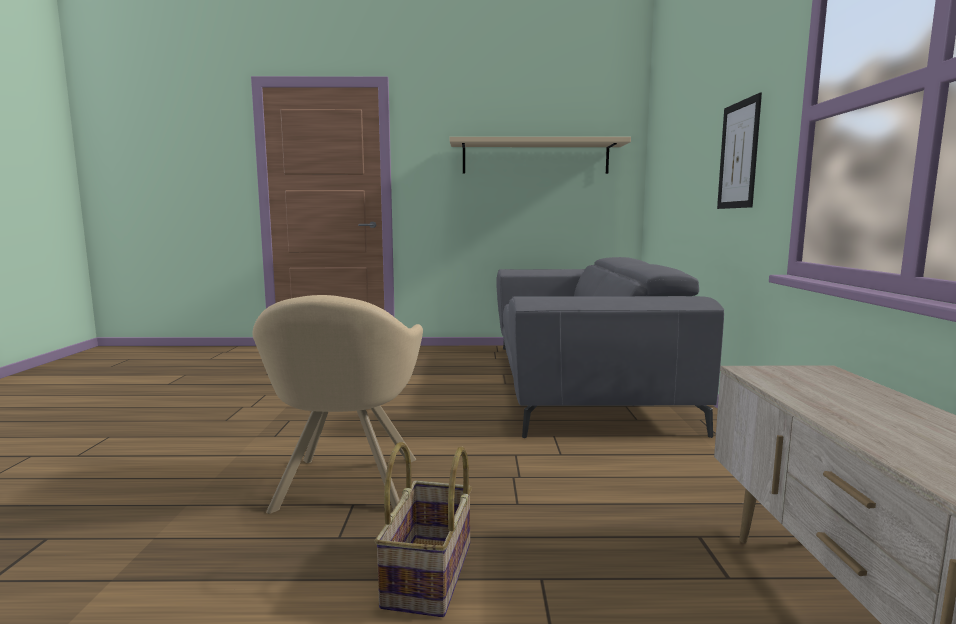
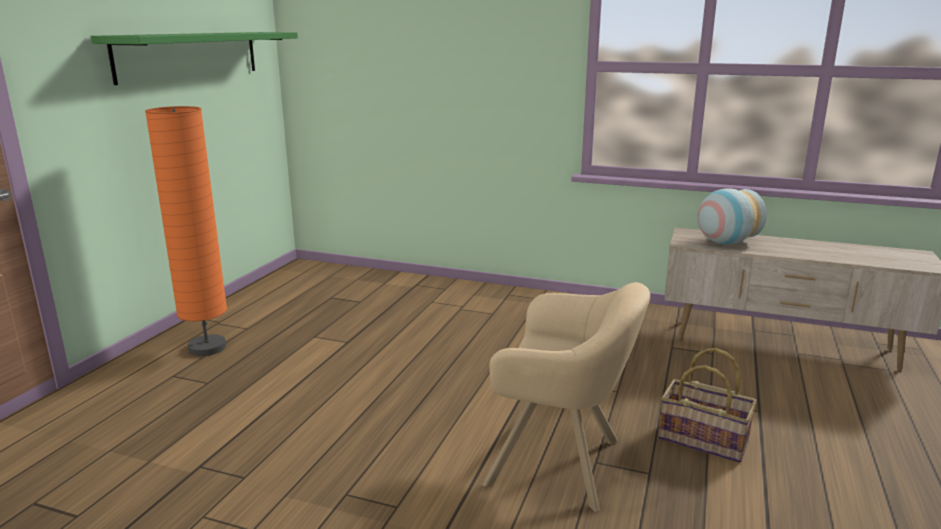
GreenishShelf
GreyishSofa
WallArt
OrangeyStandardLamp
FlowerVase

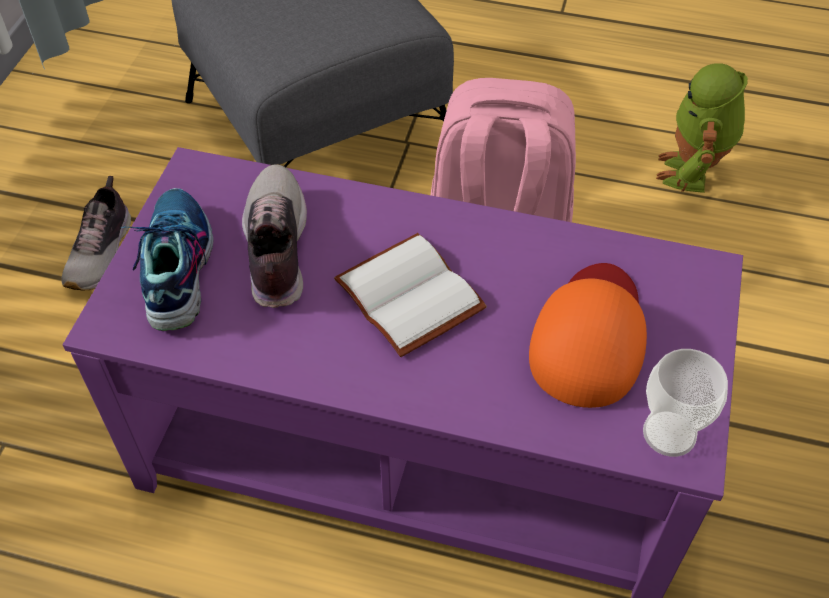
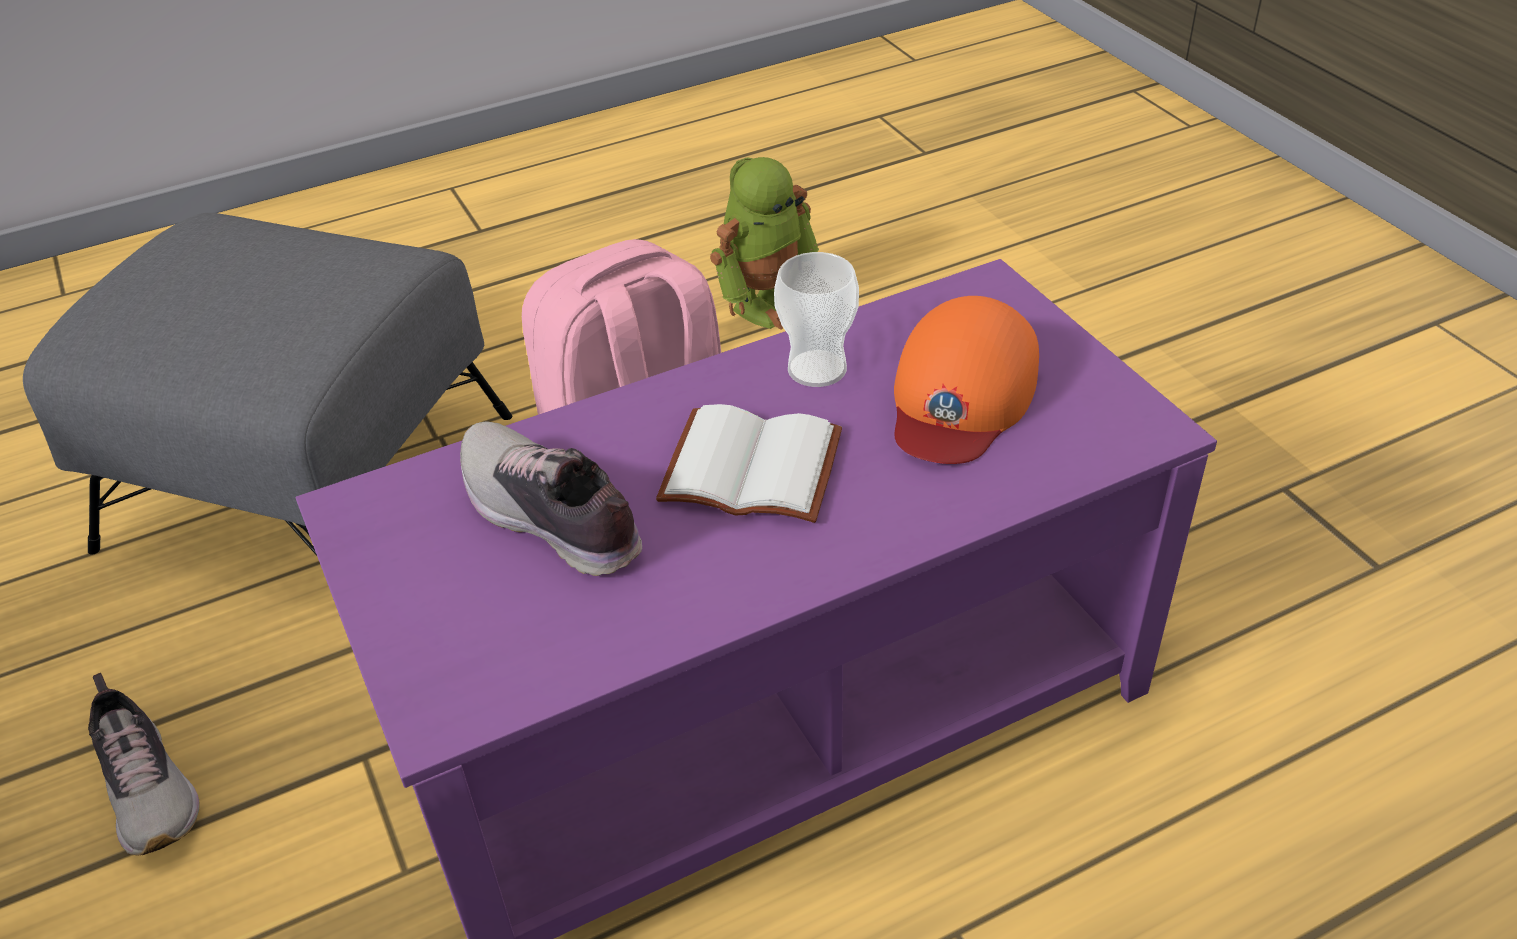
ItemOfFootwear (2nd from left in the first image)
OrangeyCap
SmallCup
ToyRobot

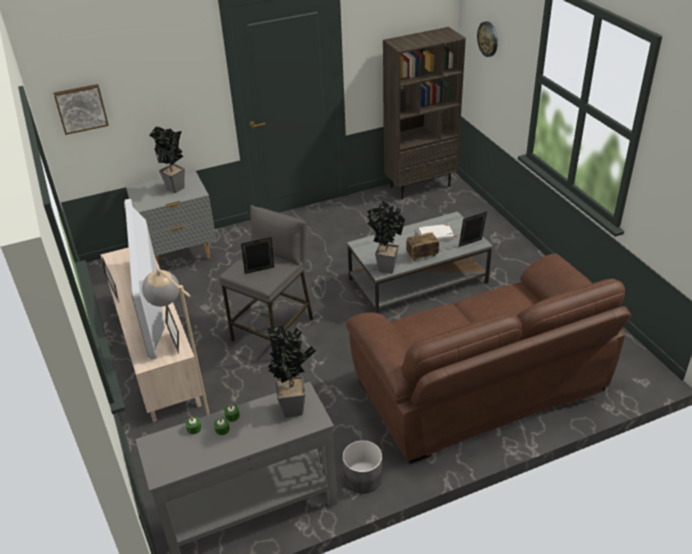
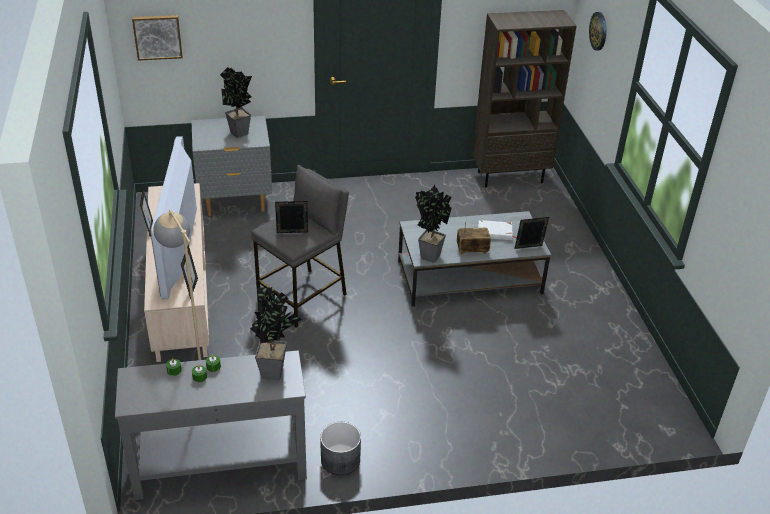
BrownColouredSofa

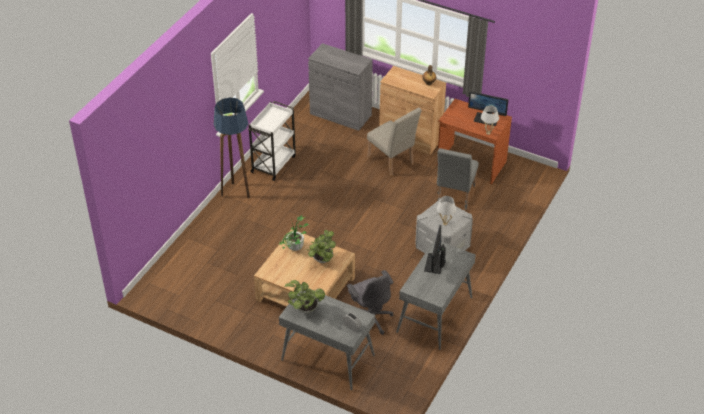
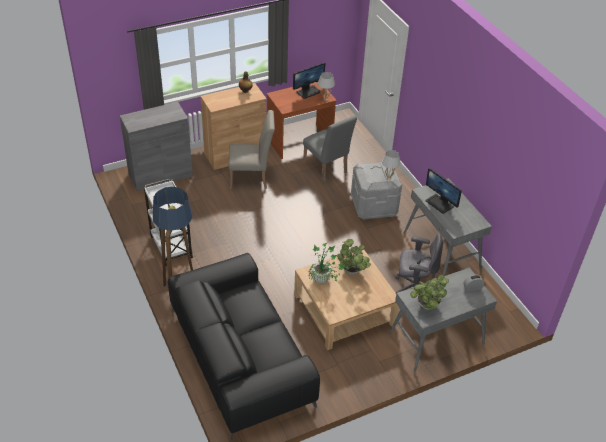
BlackColouredSofa

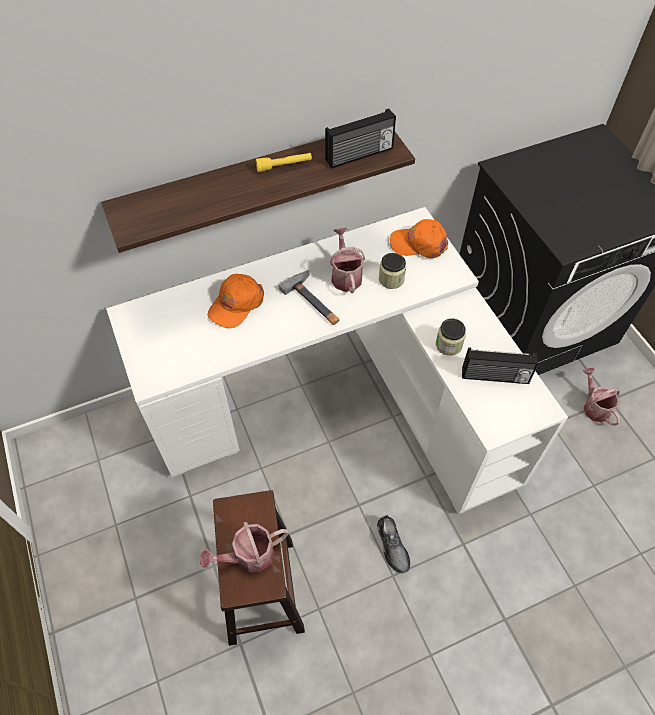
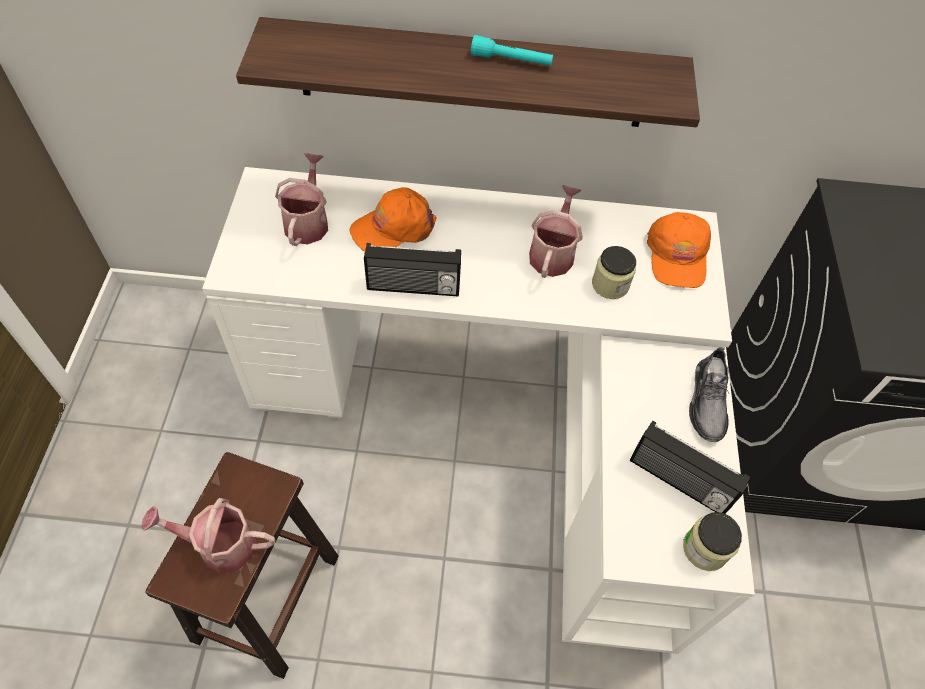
TurquoiseColouredHandTorch
Hammer
Radio (1st from left)
GreyishItemOfFootwear
OrangeyCap (2nd from left)
StorageJar (2nd from left)
WateringPot (2nd from left)

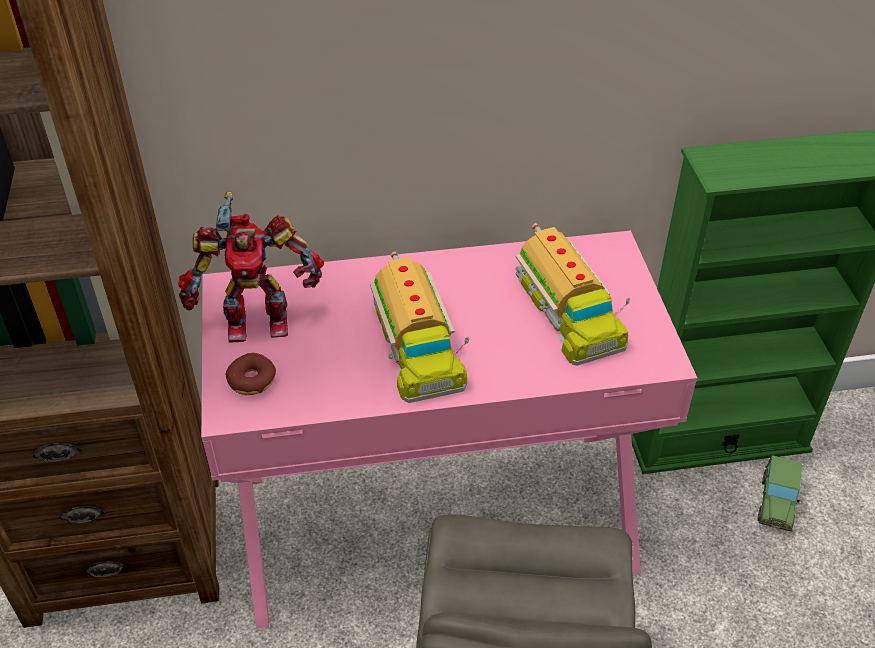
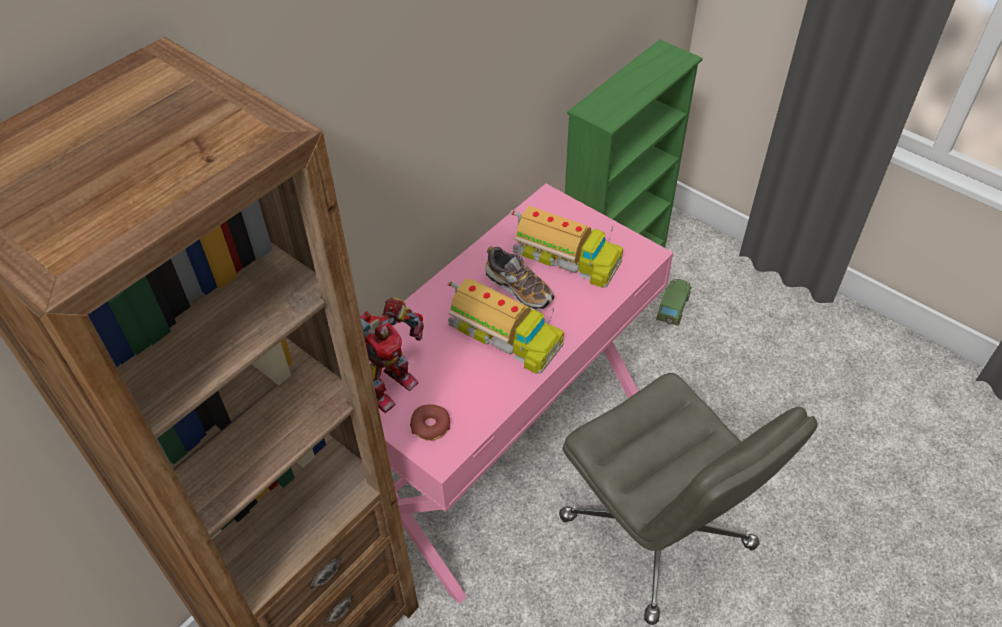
MiniatureCar
ItemOfFootwear

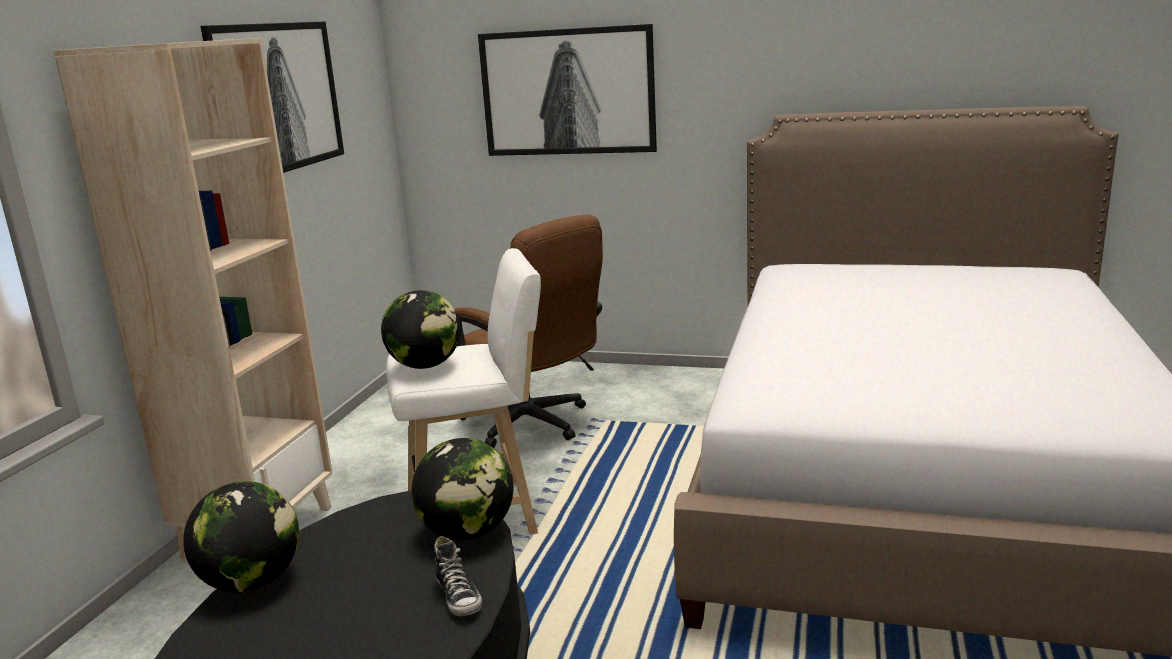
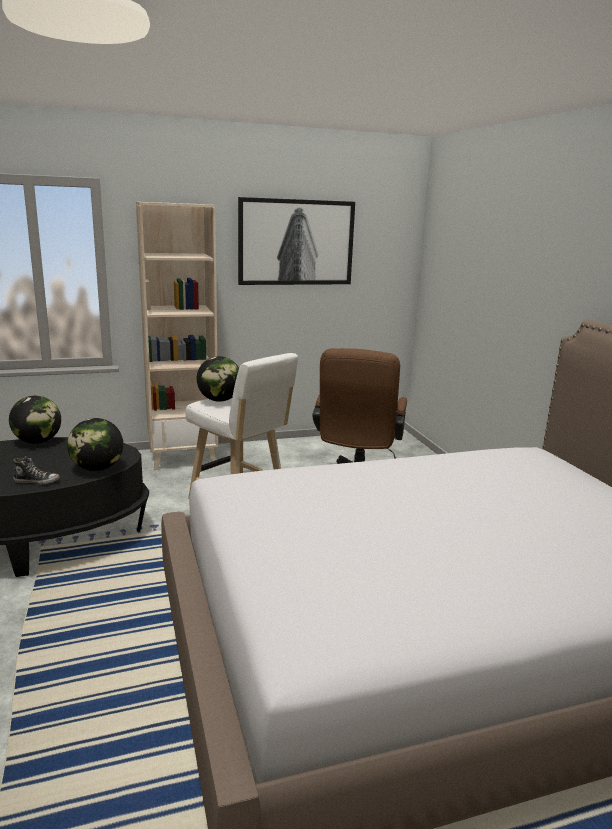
ItemOfFootwear
WallArt (2nd from left in the first image)

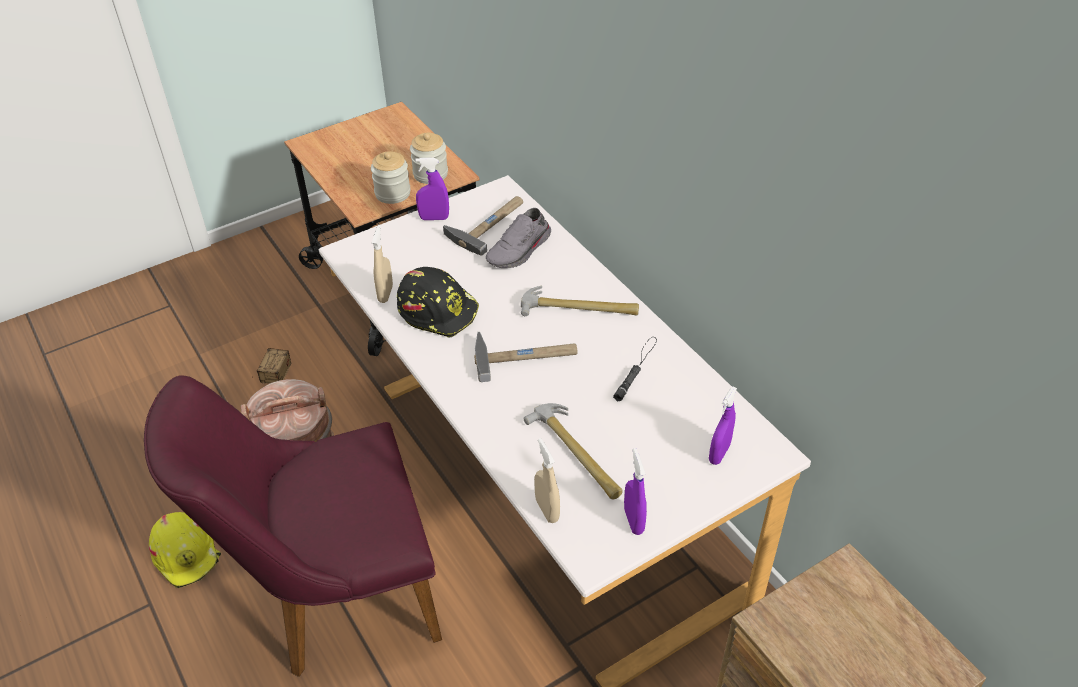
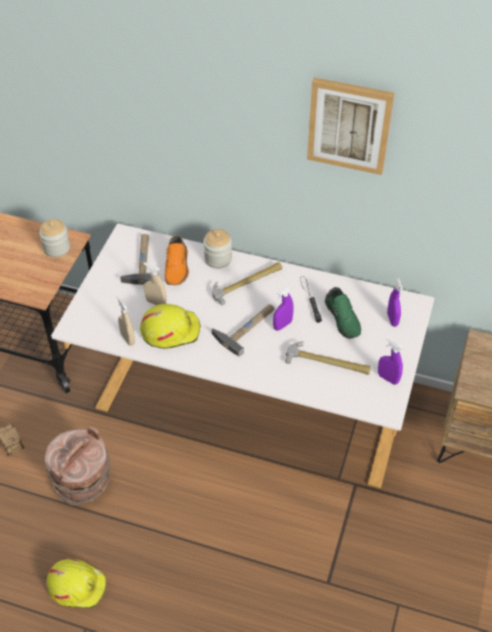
PurpleUprightChair
StorageJar (2nd from left)
YellowColouredSafetyHelmet (2nd from left)
PurpleSprayBottle (1st from left)
OrangeyItemOfFootwear
BeigeSprayBottle (2nd from left)
WallArt
GreenishItemOfFootwear

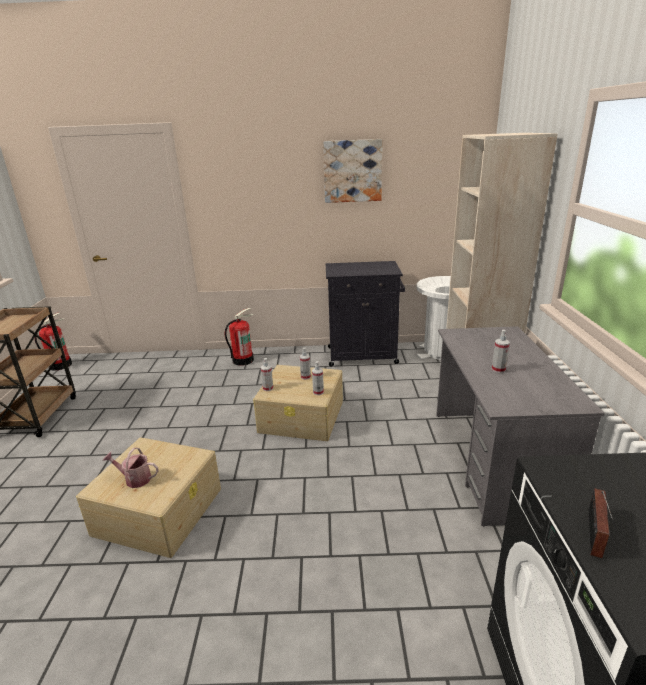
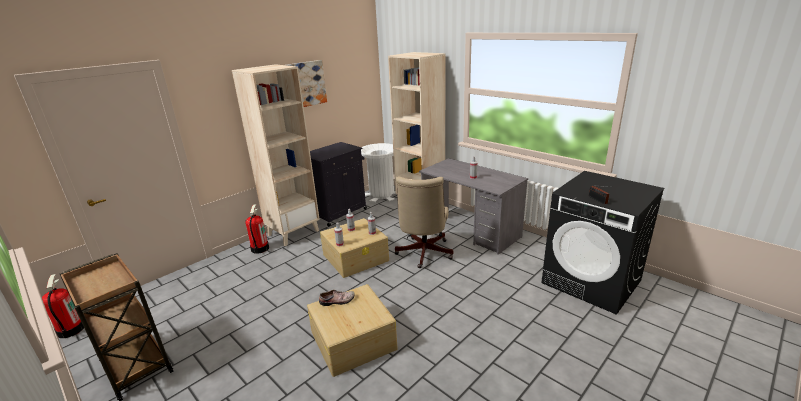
WateringPot
BeigeBookcase (1st from left)
ItemOfFootwear
BeigeDeskChair

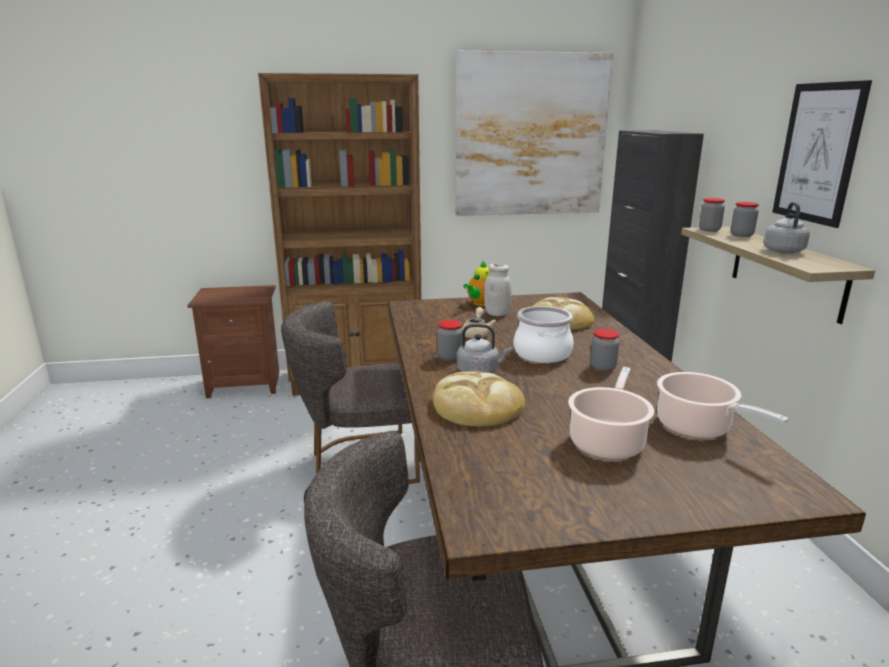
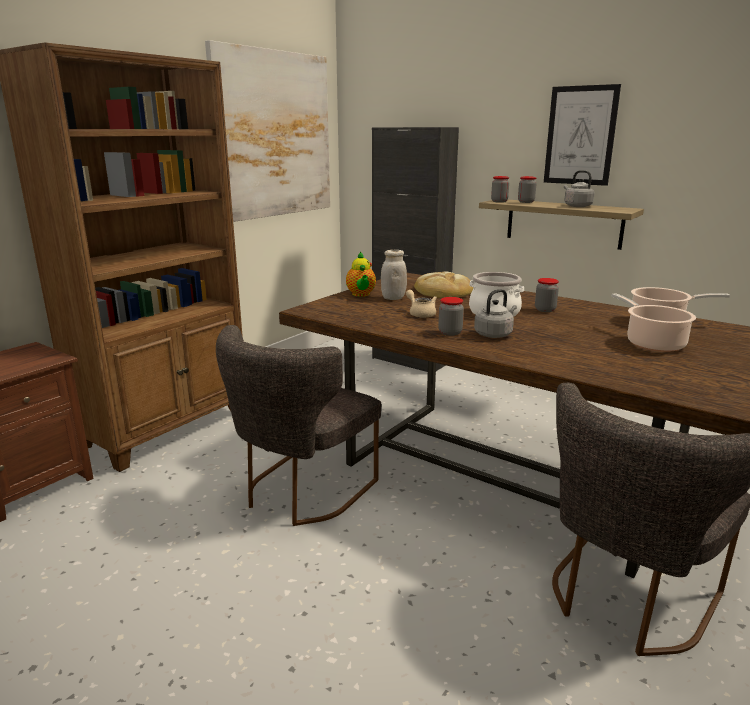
Bread (1st from left in the first image)

